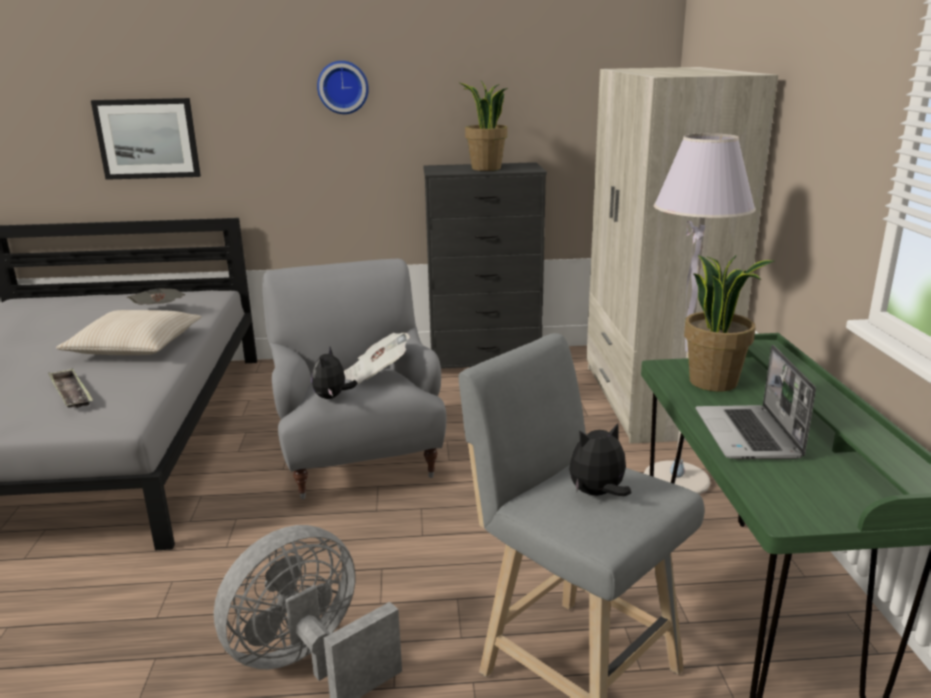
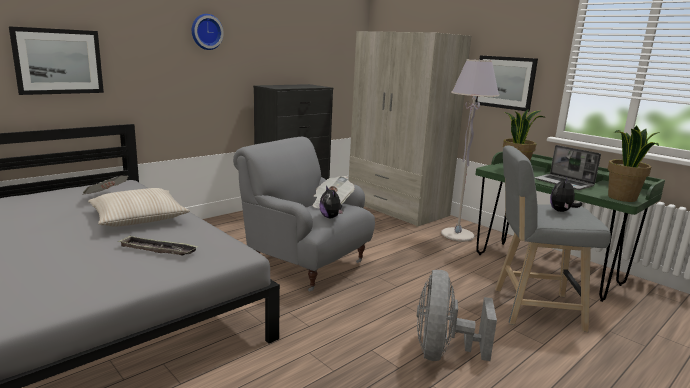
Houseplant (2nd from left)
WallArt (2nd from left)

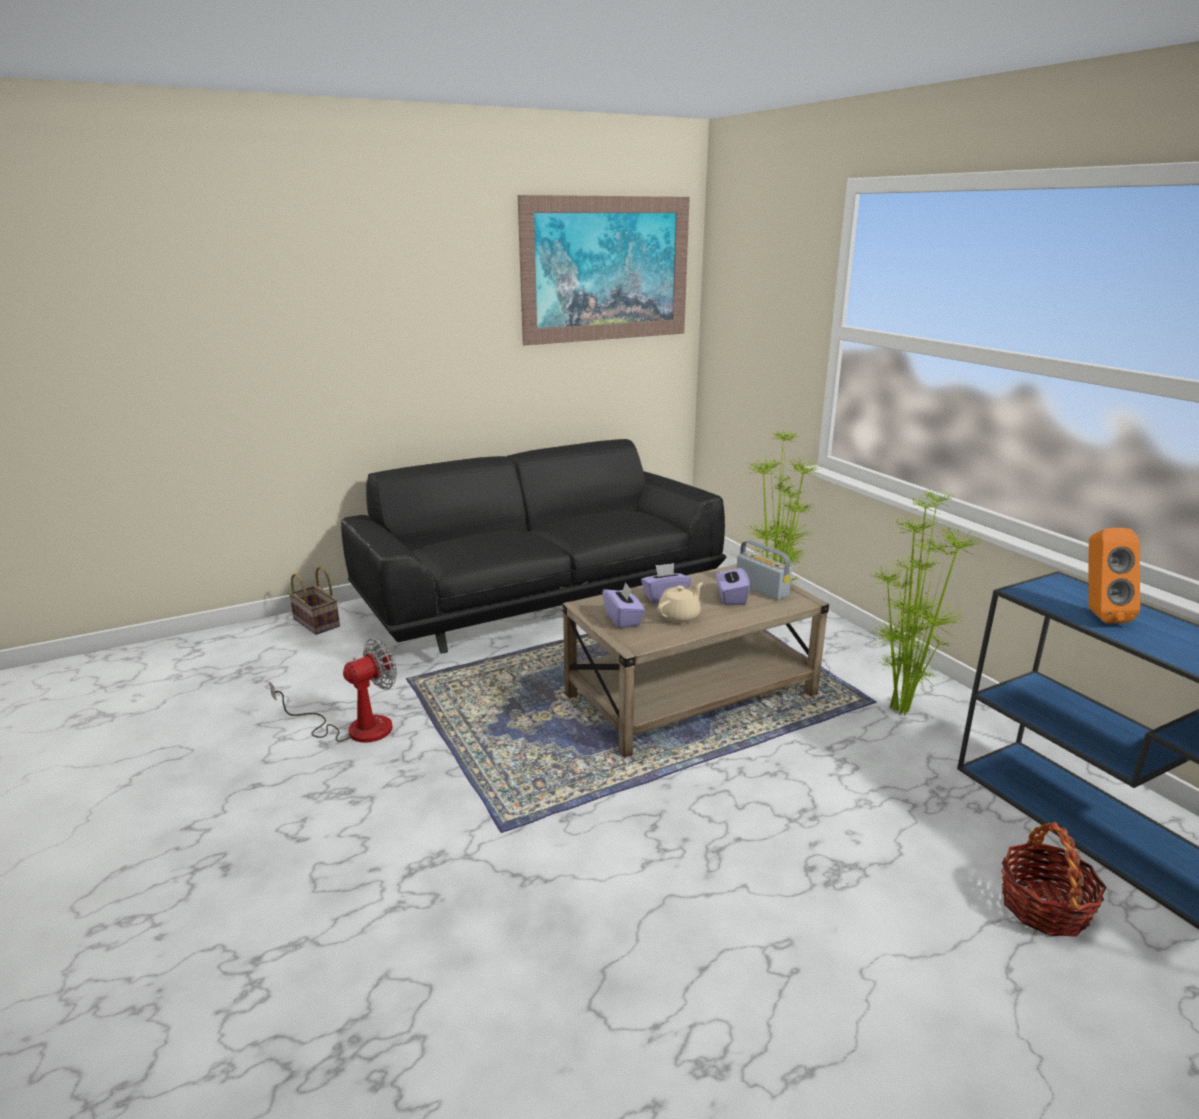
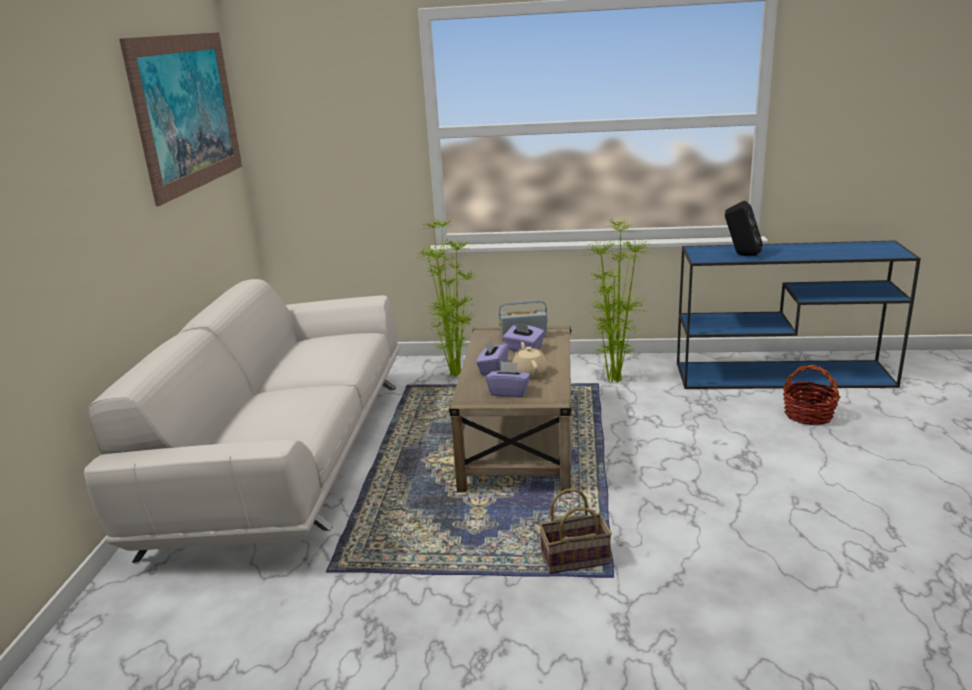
ElectricFan
Basket (1st from left)
WhiteSofa
BlackColouredSpeaker

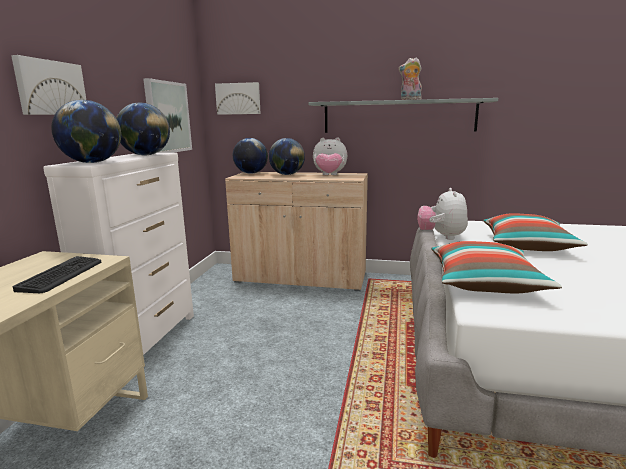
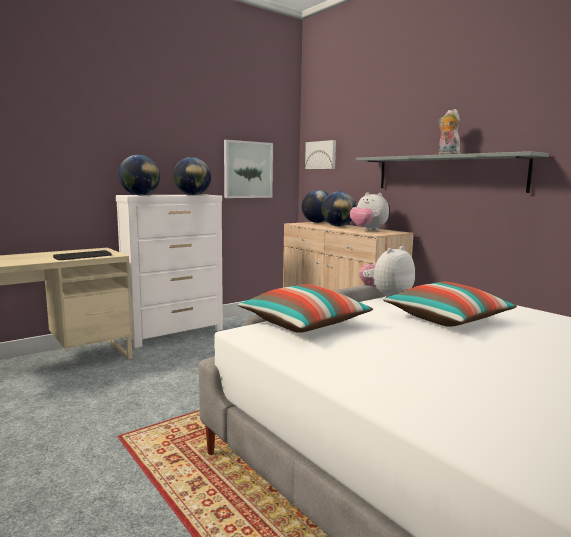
WallArt (1st from left in the first image)

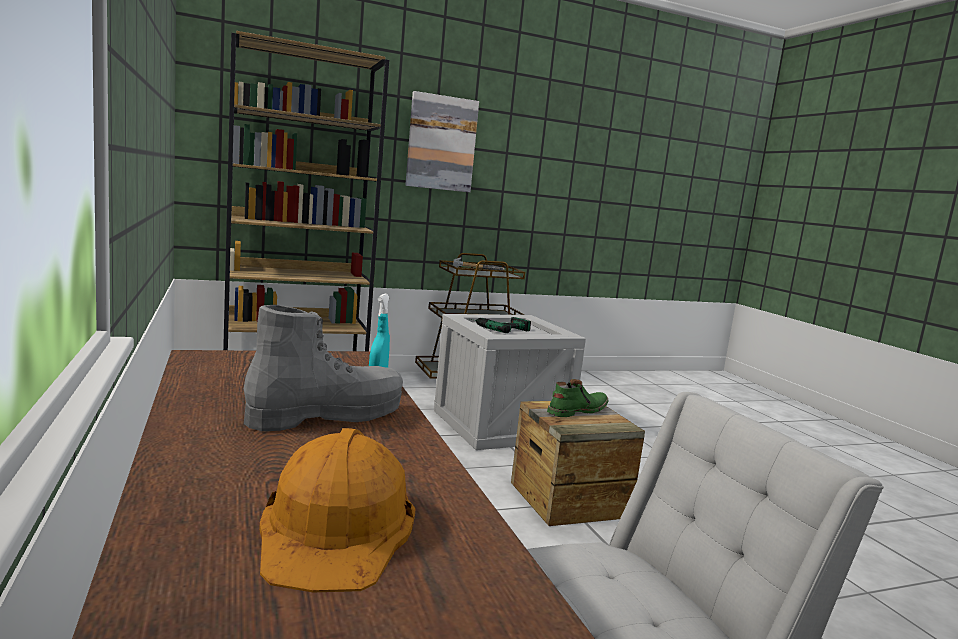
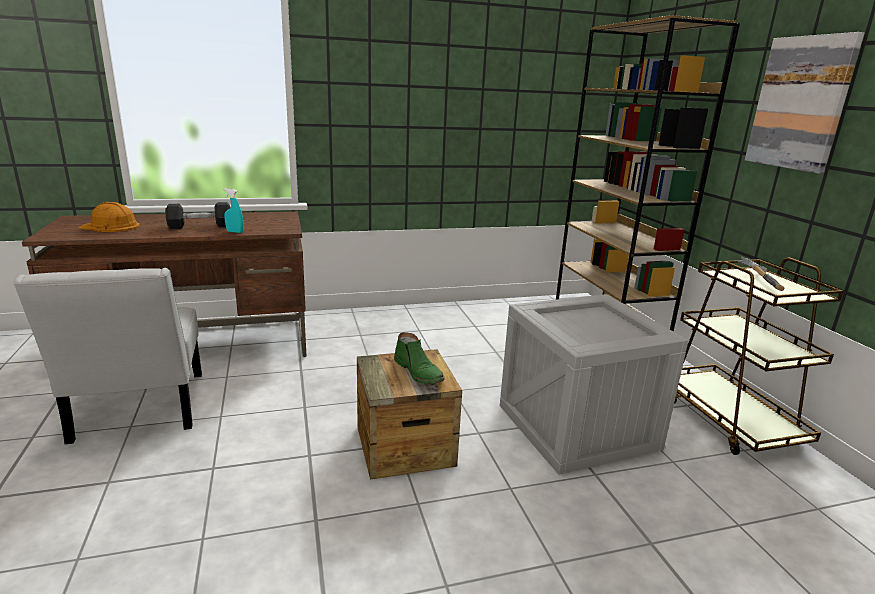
GreyishFreeWeight
ElectricDrill

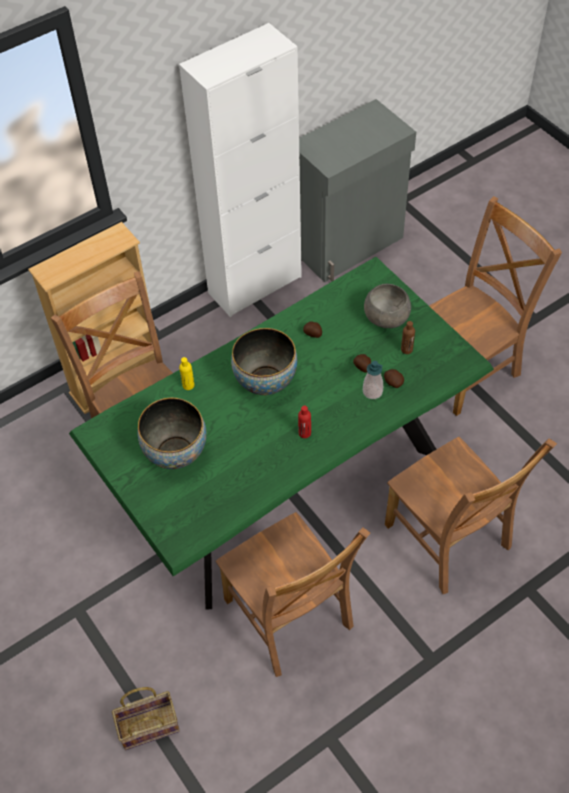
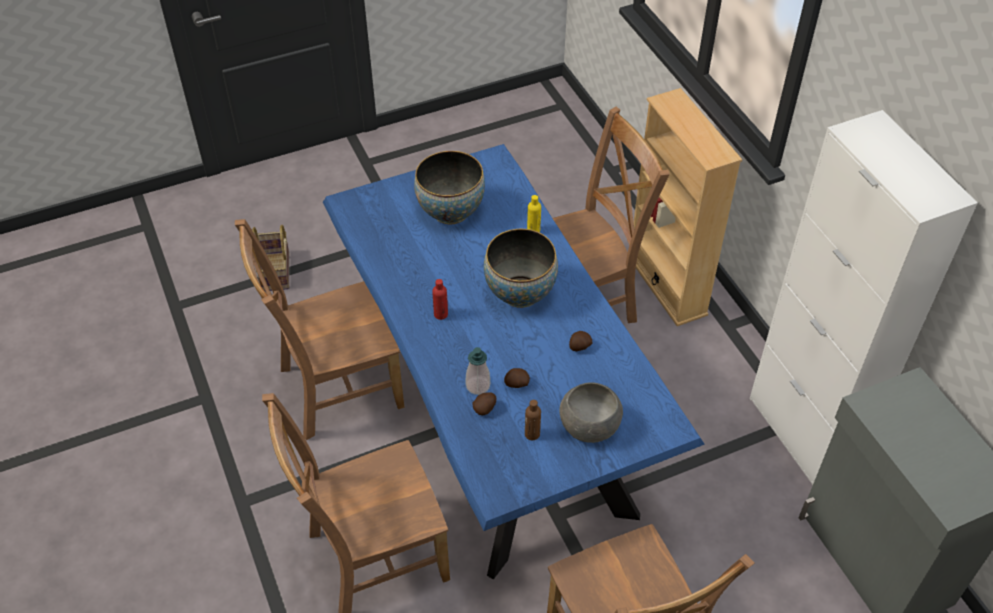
BlueDiningTable

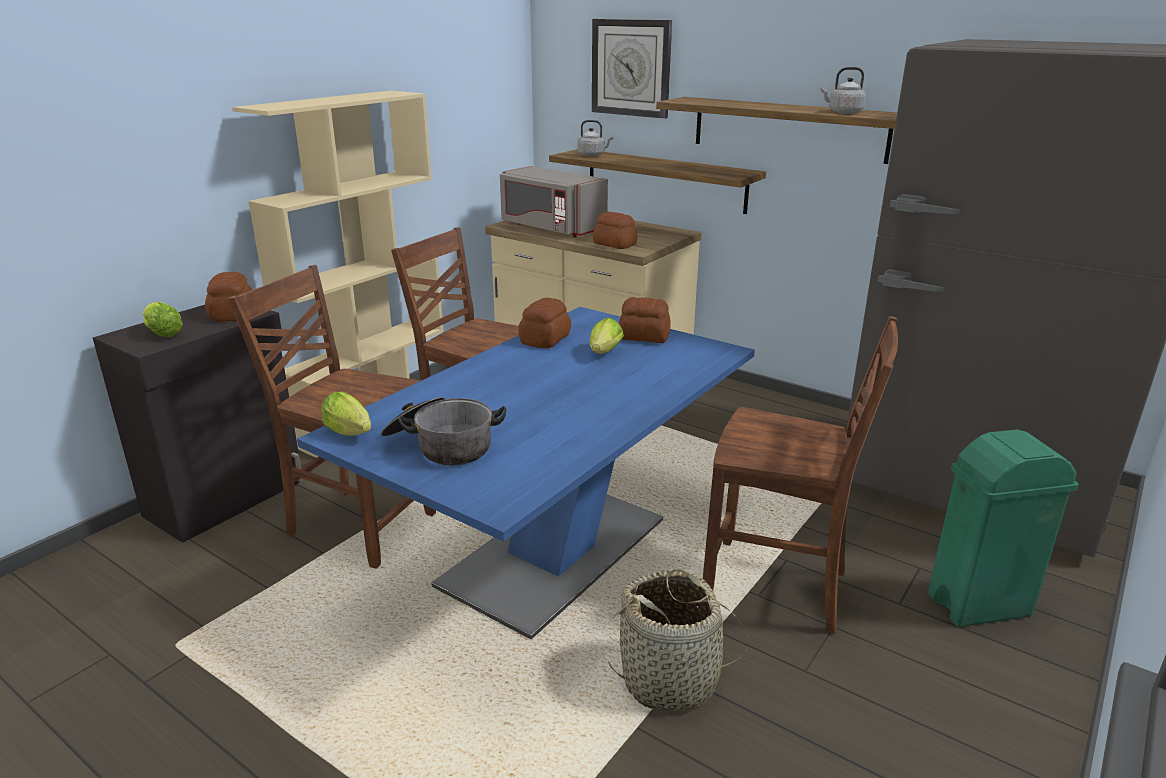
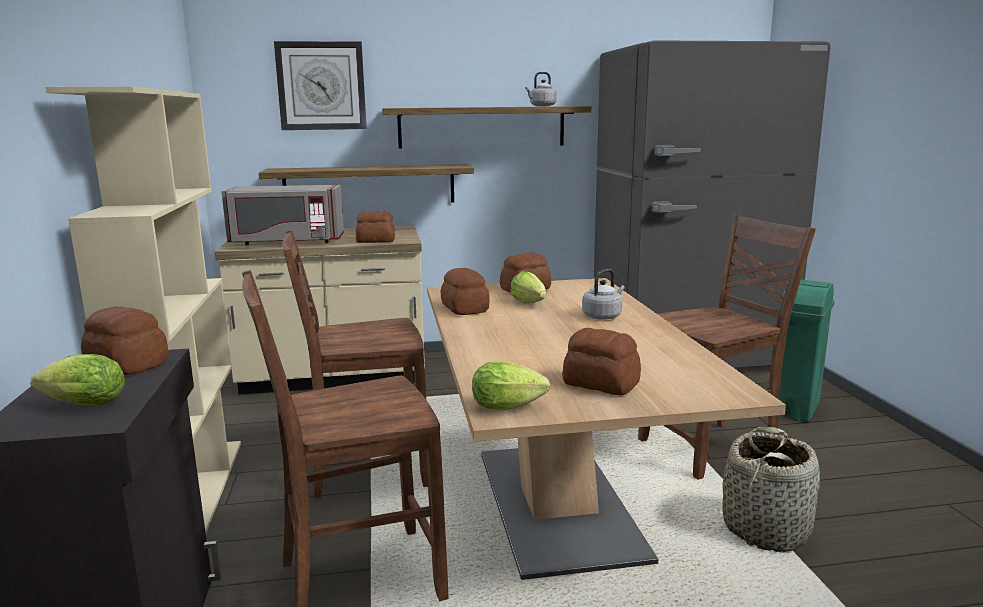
BrownColouredDiningTable
Bread (5th from left)
GreyishTeaKettle (2nd from left)

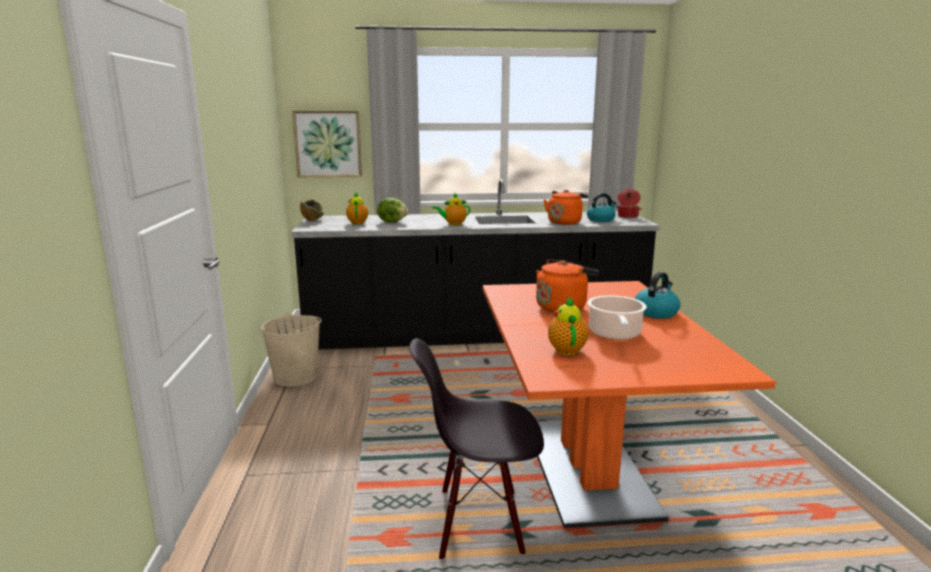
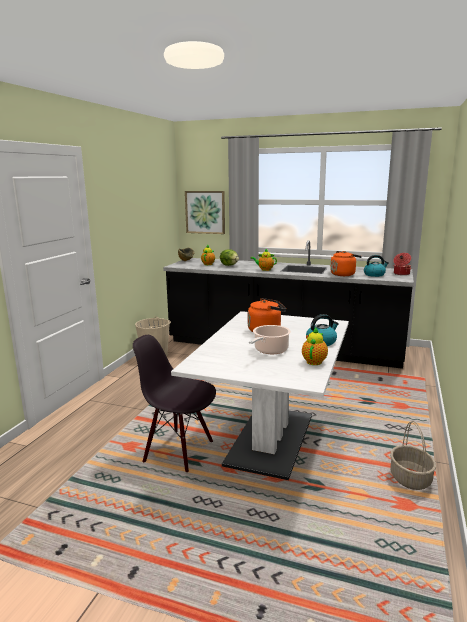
WhiteDiningTable
Teapot (3rd from left)
Basket

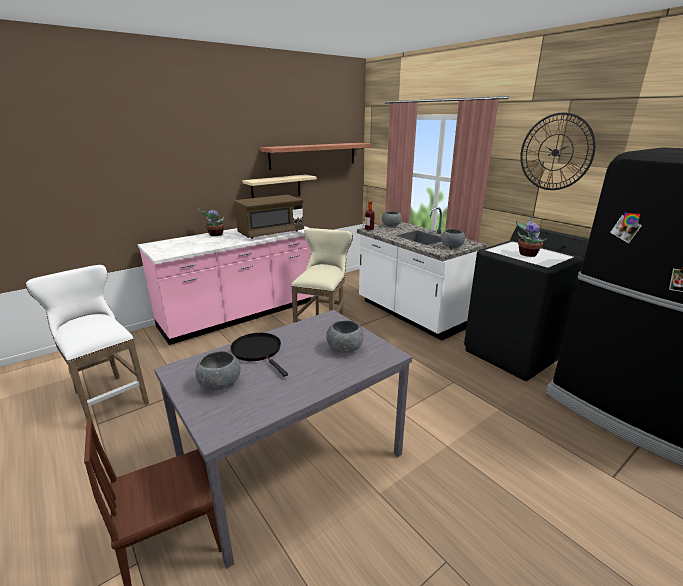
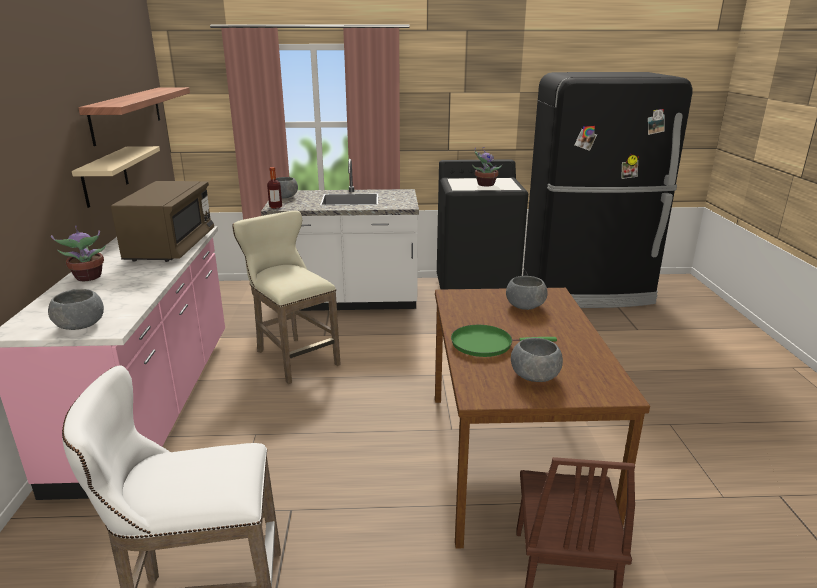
BrownColouredDiningTable
GreenishSkillet
GreyishServingBowl (1st from left)
ClockOnTheWall

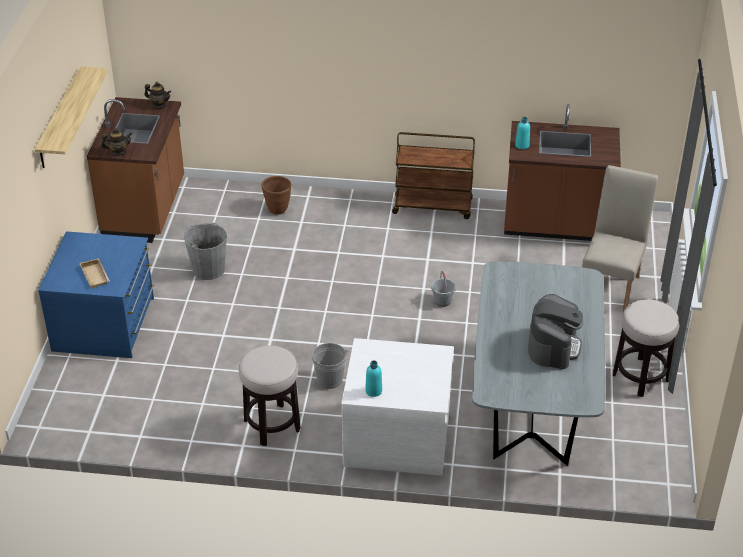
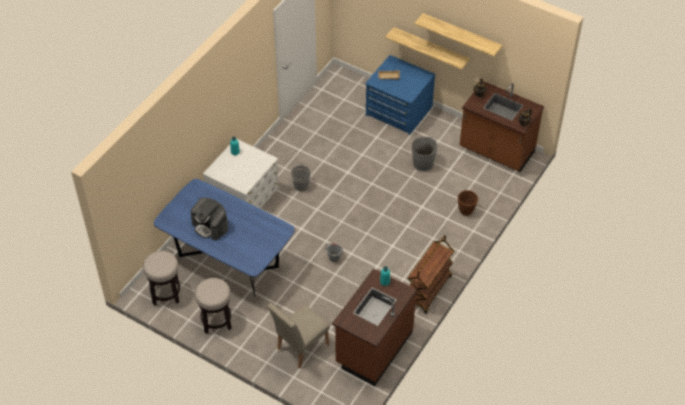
Stool (1st from left)
BlueDiningTable
BeigeUprightChair
Shelf (1st from left)

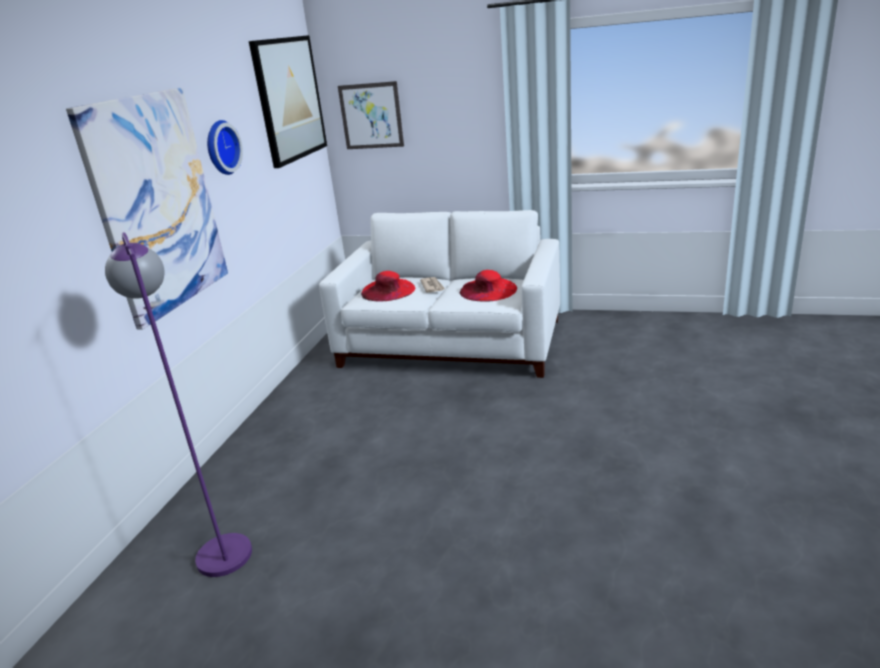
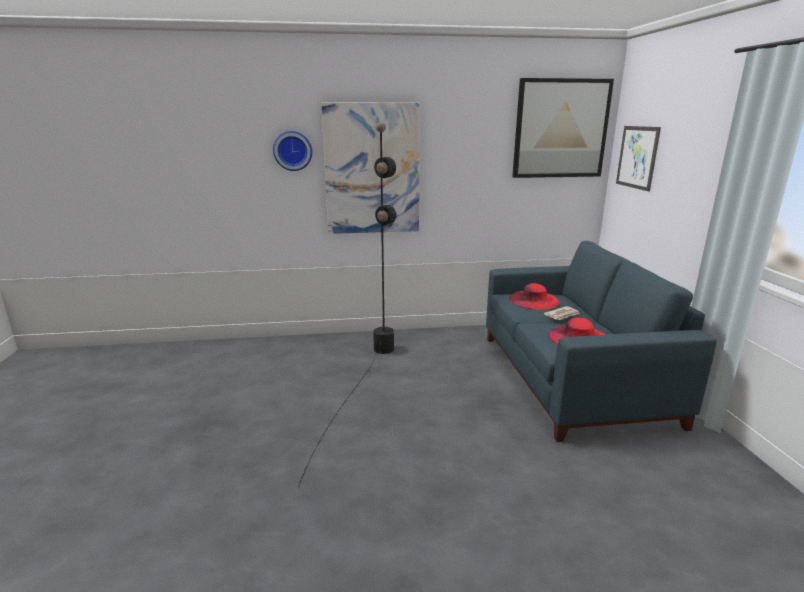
PurpleStandardLamp
ClockOnTheWall
BlueSofa
BlackColouredStandardLamp

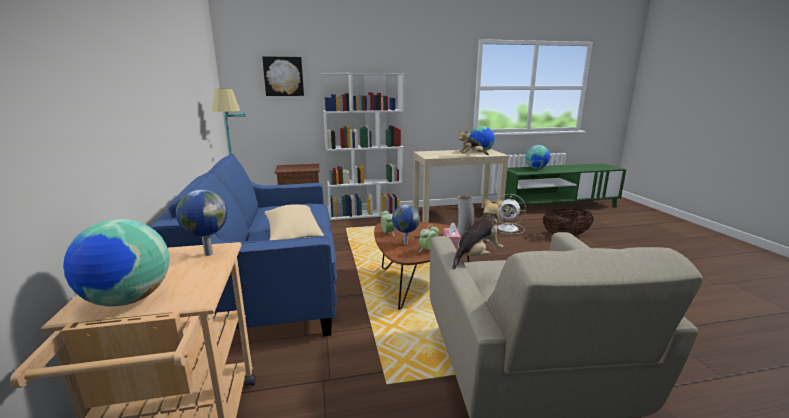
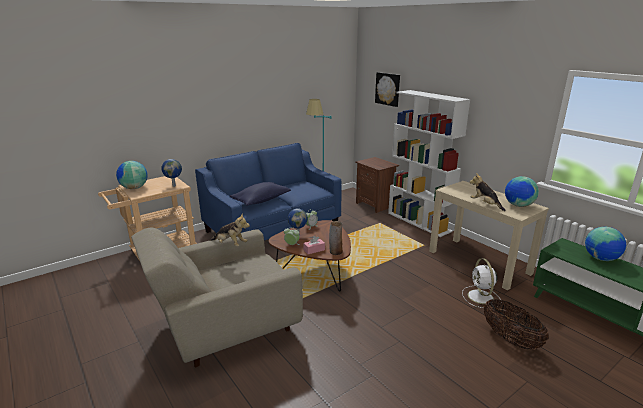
BlueCushion

